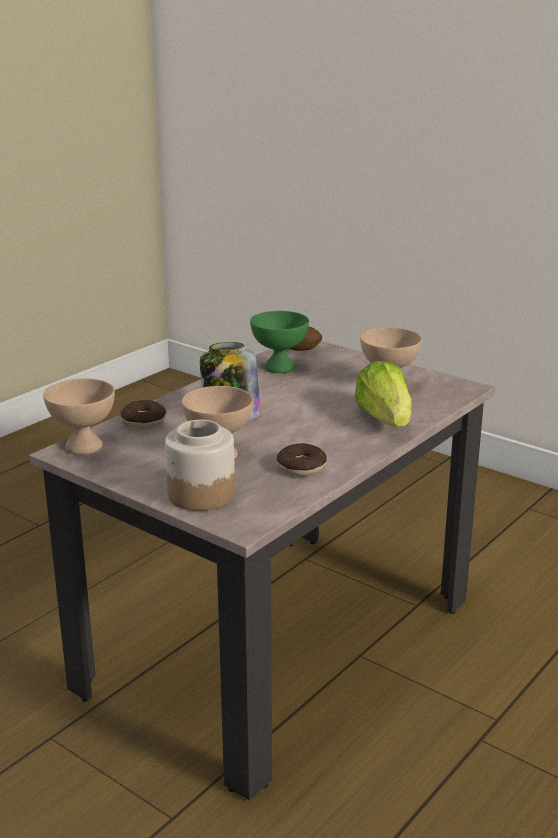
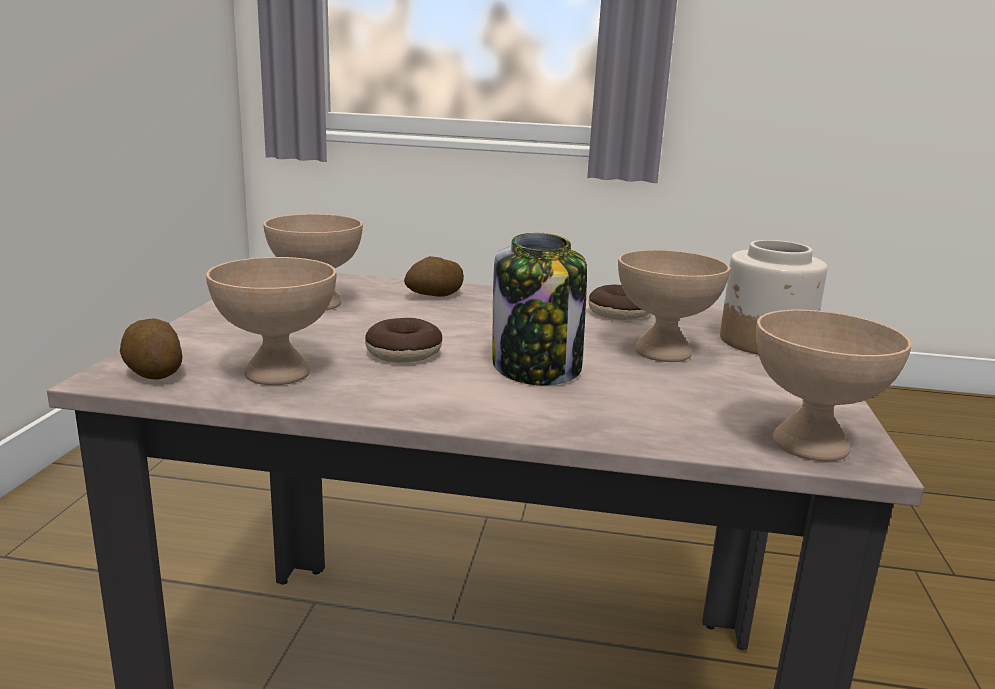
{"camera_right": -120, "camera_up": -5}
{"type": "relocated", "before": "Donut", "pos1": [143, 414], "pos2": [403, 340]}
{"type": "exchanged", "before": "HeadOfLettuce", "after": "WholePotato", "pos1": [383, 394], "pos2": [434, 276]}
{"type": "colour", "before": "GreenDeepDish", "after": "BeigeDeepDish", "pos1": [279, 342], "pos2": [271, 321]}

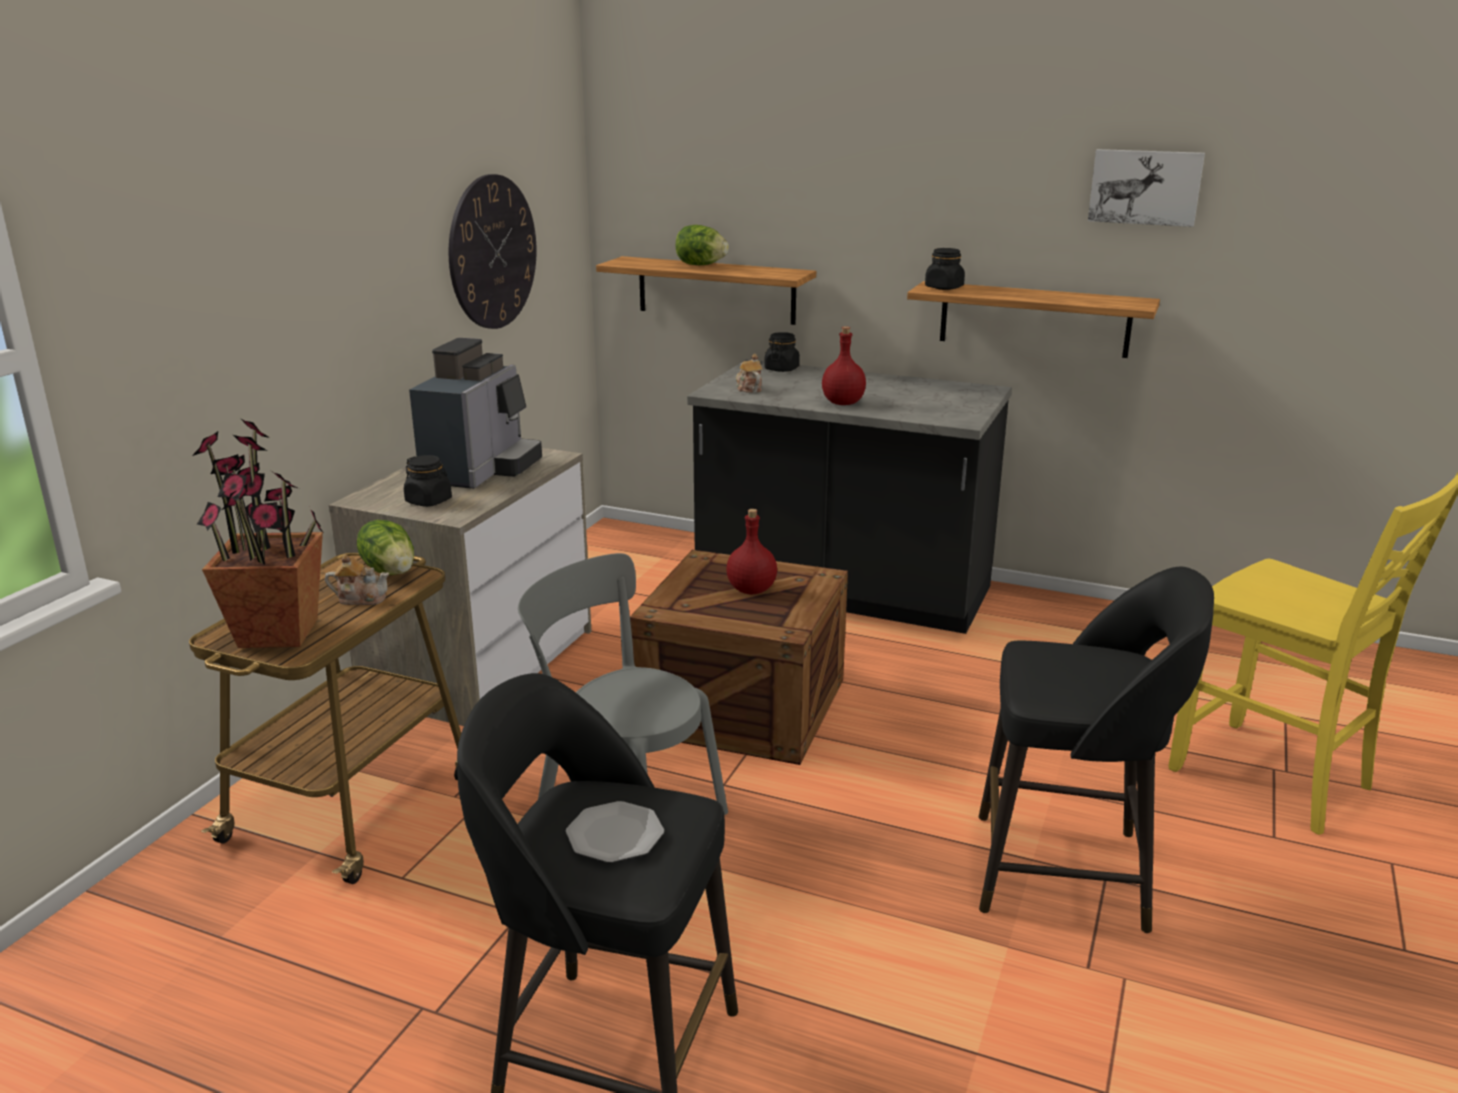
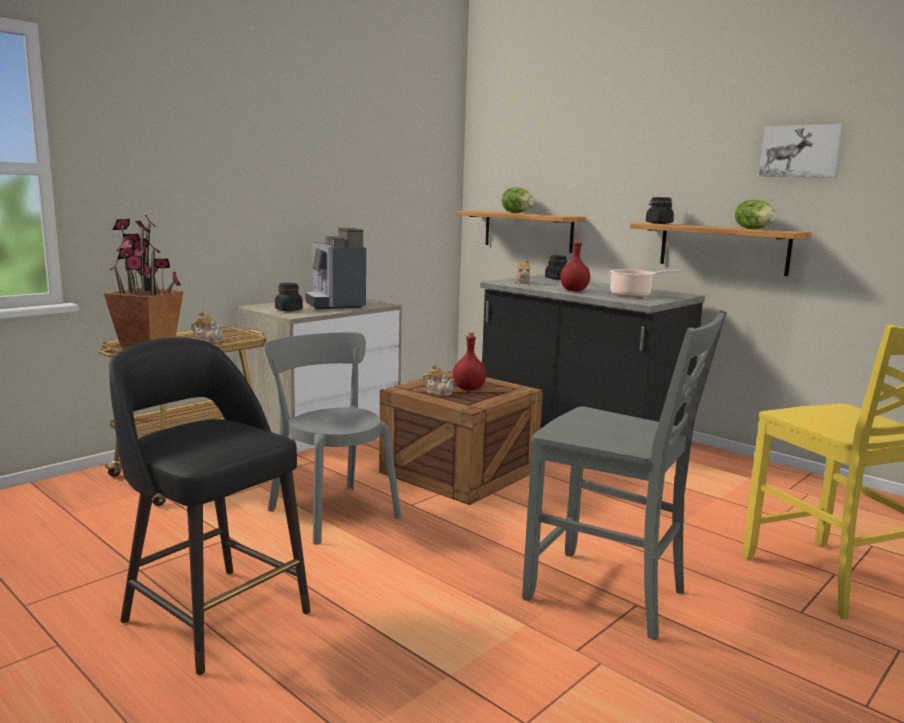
{"camera_right": 20, "camera_up": -10}
{"type": "missing", "before": "ClockOnTheWall", "pos1": [493, 251]}
{"type": "missing", "before": "DinnerPlate", "pos1": [615, 832]}
{"type": "appeared", "after": "TeaPot", "pos2": [438, 380]}
{"type": "appeared", "after": "Saucepot", "pos2": [644, 283]}
{"type": "relocated", "before": "HeadOfLettuce", "pos1": [385, 547], "pos2": [755, 214]}
{"type": "exchanged", "before": "BlackStool", "after": "GreyPlainChair", "pos1": [1096, 750], "pos2": [624, 475]}
{"type": "spun", "before": "CoffeeMaker", "pos1": [475, 413], "pos2": [335, 268], "turn": 120}

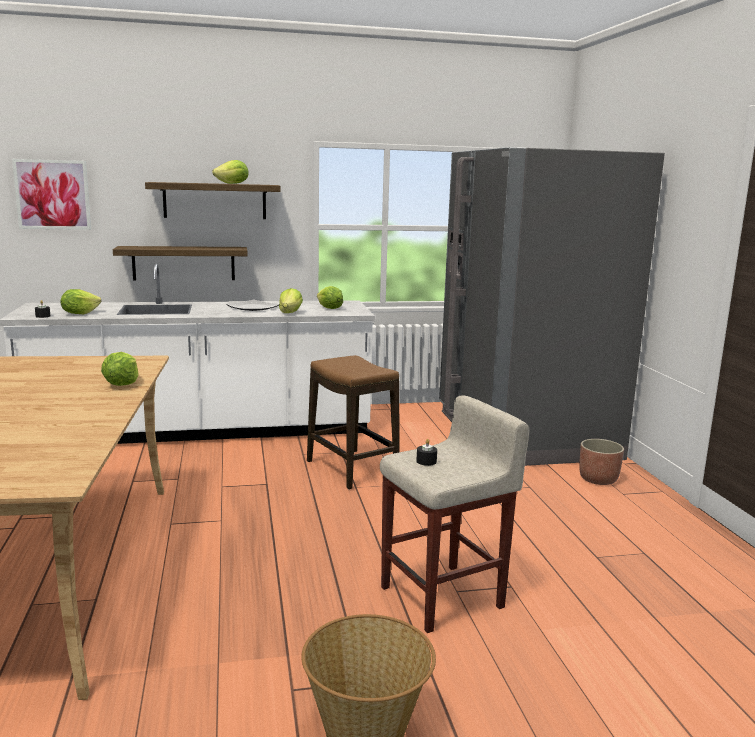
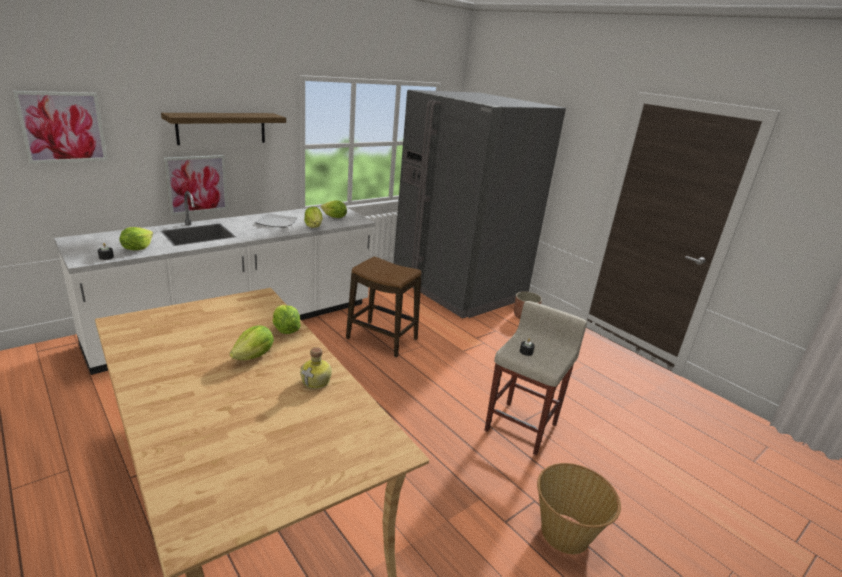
{"camera_right": -30, "camera_up": 10}
{"type": "appeared", "after": "BeverageBottle", "pos2": [316, 368]}
{"type": "relocated", "before": "HeadOfLettuce", "pos1": [230, 172], "pos2": [252, 342]}
{"type": "exchanged", "before": "Shelf", "after": "WallArt", "pos1": [180, 263], "pos2": [196, 185]}

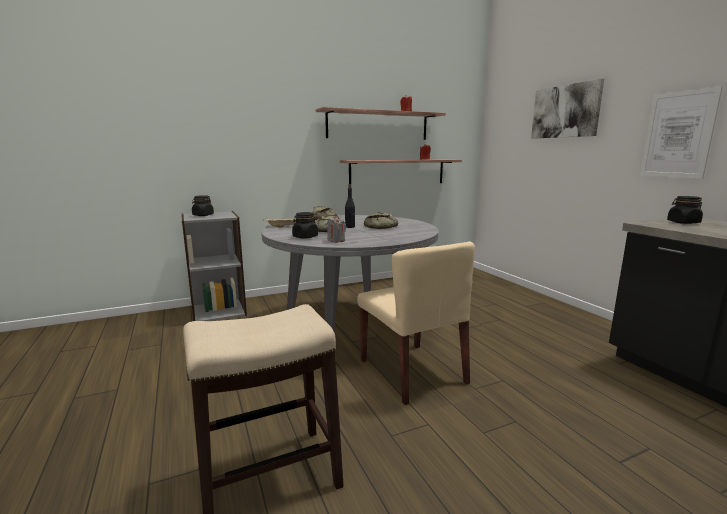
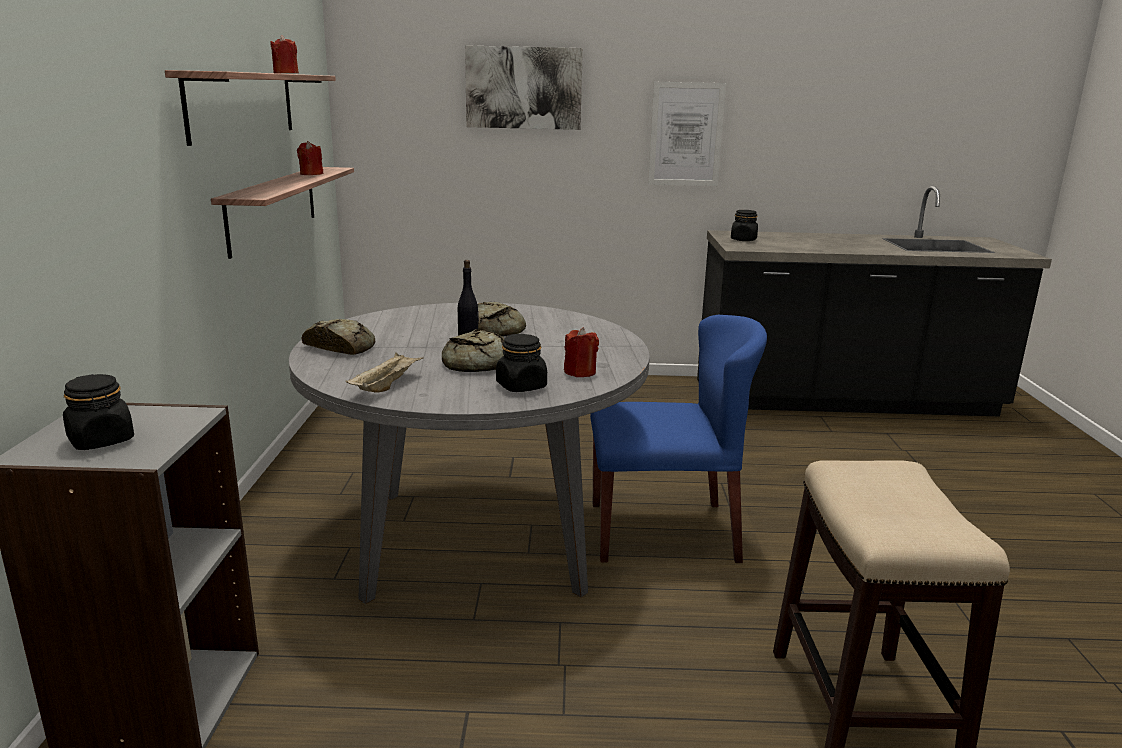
{"camera_right": -65, "camera_up": 5}
{"type": "colour", "before": "GreyWaxLight", "after": "ReddishWaxLight", "pos1": [336, 229], "pos2": [581, 352]}
{"type": "colour", "before": "BeigePlainChair", "after": "BluePlainChair", "pos1": [416, 323], "pos2": [678, 439]}

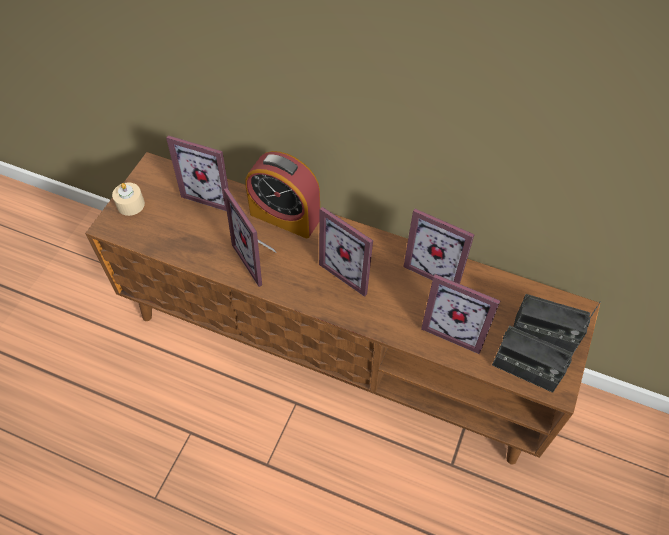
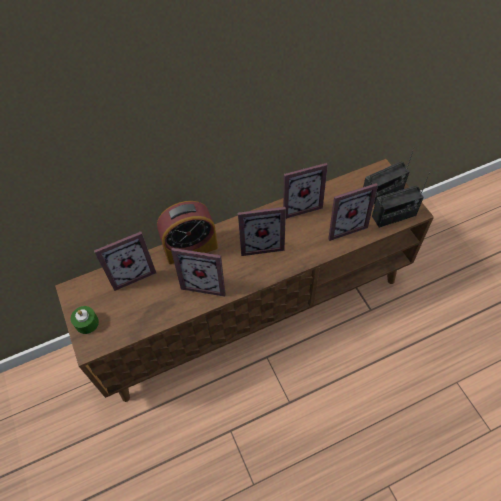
{"camera_right": -45, "camera_up": 0}
{"type": "colour", "before": "BeigeWaxLight", "after": "GreenWaxLight", "pos1": [128, 199], "pos2": [85, 320]}

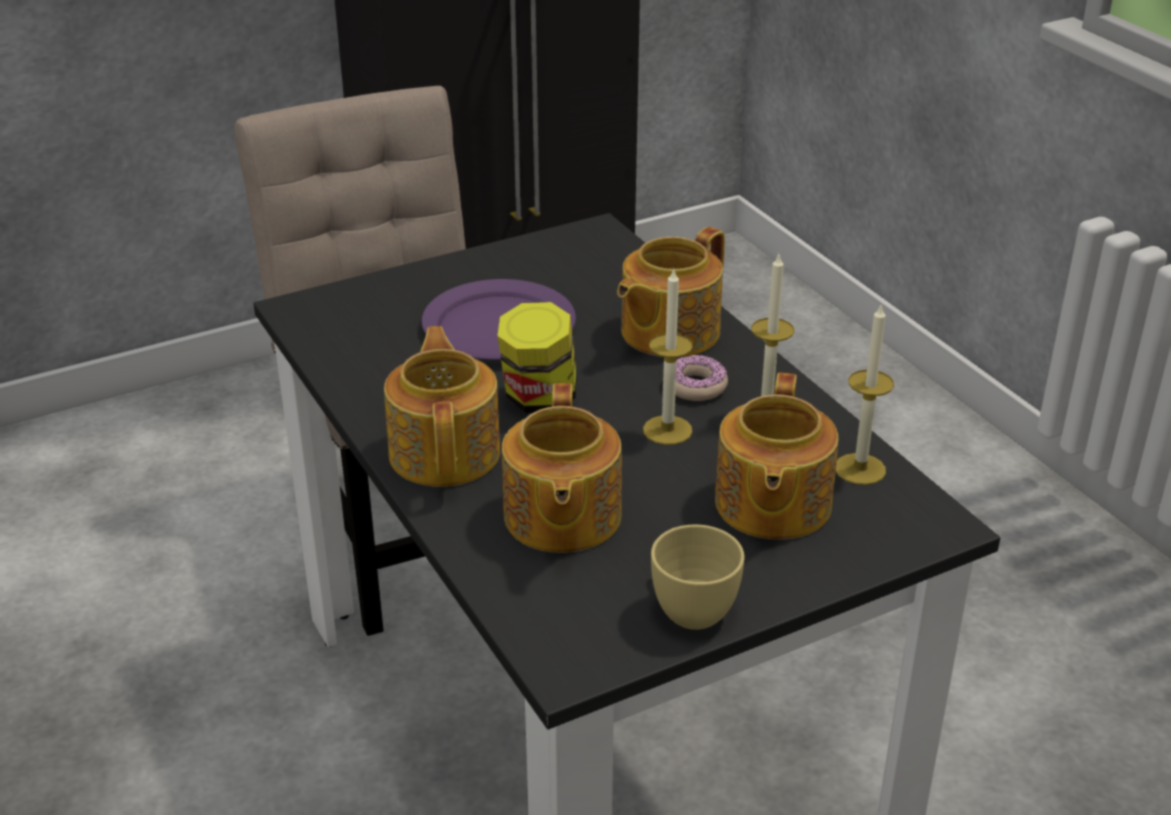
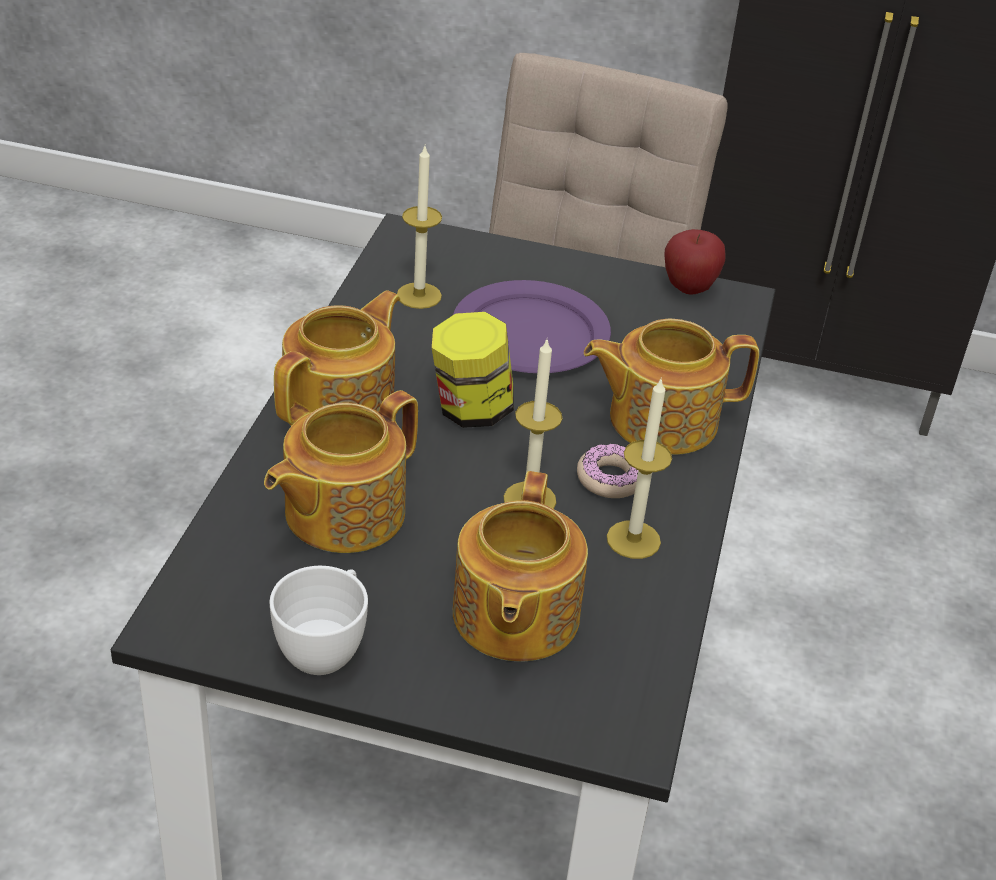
{"camera_right": 40, "camera_up": 5}
{"type": "appeared", "after": "WholeApple", "pos2": [695, 262]}
{"type": "relocated", "before": "WaxLight", "pos1": [865, 394], "pos2": [419, 227]}
{"type": "colour", "before": "YellowColouredDrinkingCup", "after": "WhiteColouredDrinkingCup", "pos1": [698, 577], "pos2": [319, 620]}
{"type": "spun", "before": "TeaPot", "pos1": [776, 456], "pos2": [520, 566], "turn": -45}

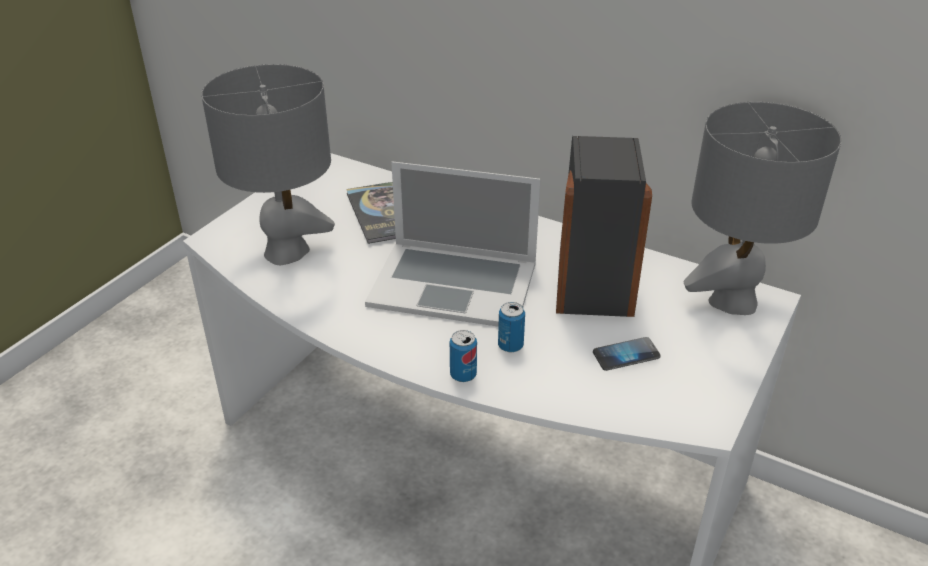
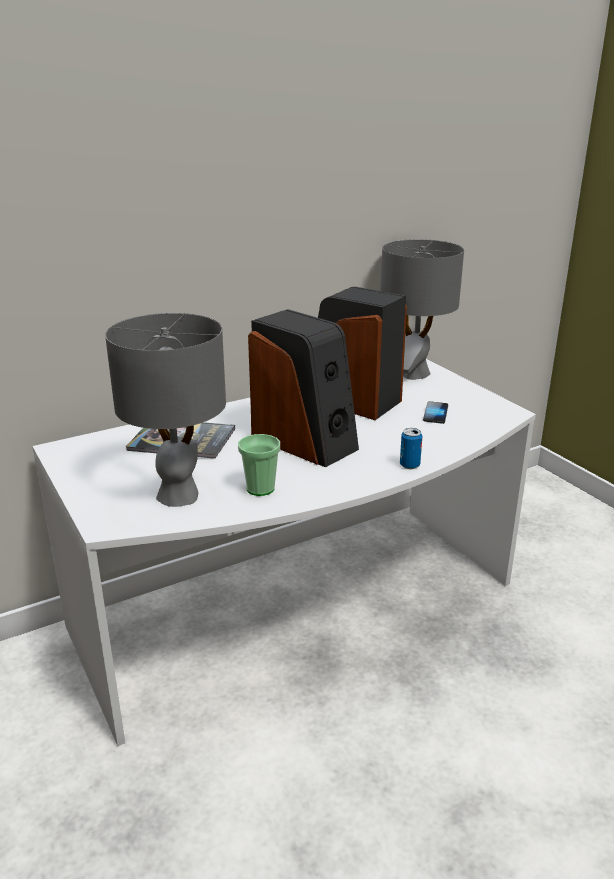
{"camera_right": -60, "camera_up": -10}
{"type": "missing", "before": "MetalCan", "pos1": [511, 327]}
{"type": "appeared", "after": "DrinkingCup", "pos2": [259, 465]}
{"type": "exchanged", "before": "NotebookComputer", "after": "Loudspeaker", "pos1": [453, 244], "pos2": [303, 388]}

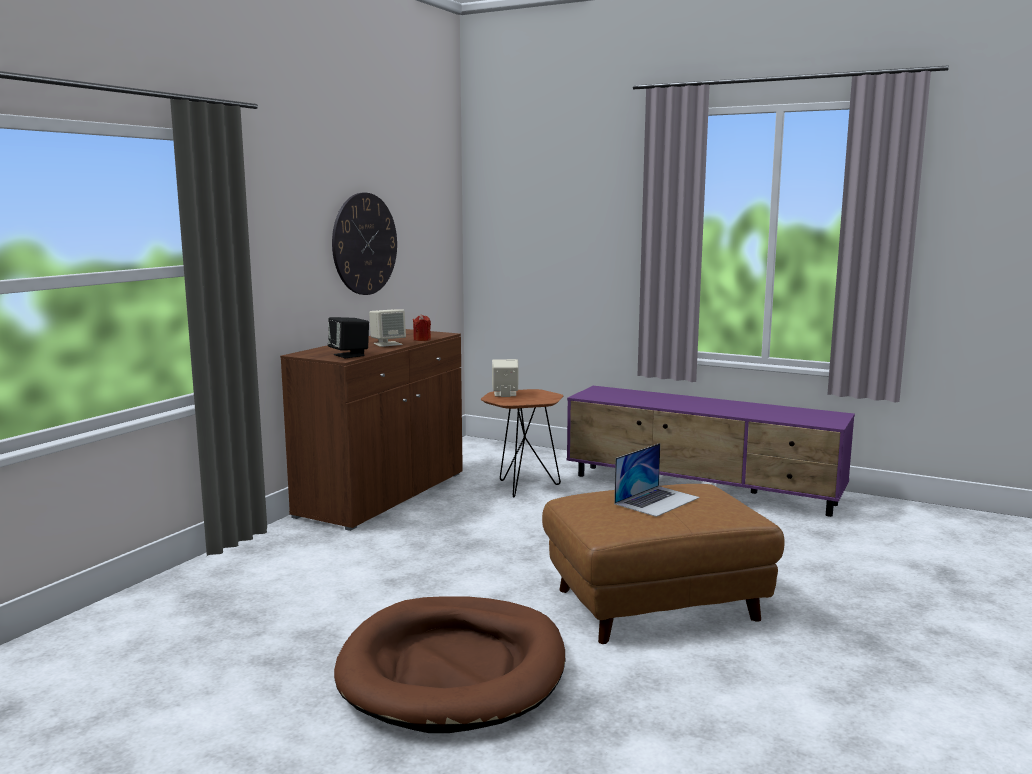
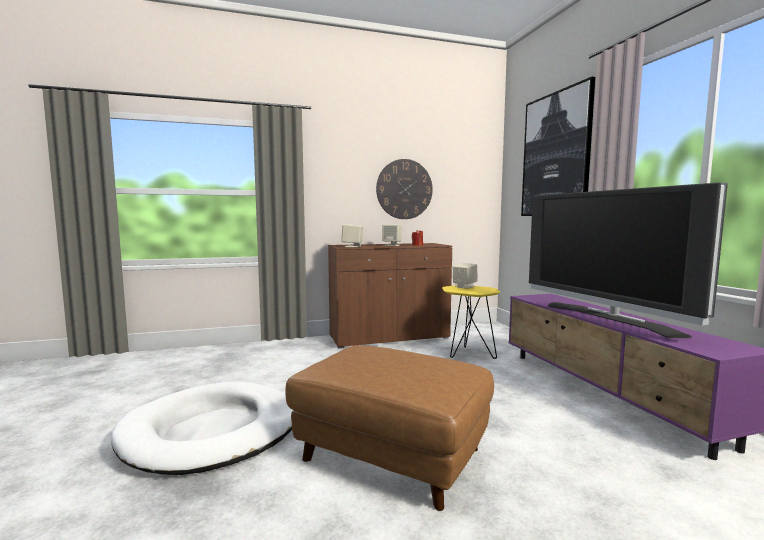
{"camera_right": 45, "camera_up": -5}
{"type": "missing", "before": "NotebookComputer", "pos1": [657, 480]}
{"type": "appeared", "after": "WallArt", "pos2": [558, 146]}
{"type": "appeared", "after": "TvSet", "pos2": [628, 260]}
{"type": "colour", "before": "BlackLoudspeaker", "after": "BeigeLoudspeaker", "pos1": [348, 337], "pos2": [352, 235]}
{"type": "colour", "before": "BrownishPetBed", "after": "WhiteColouredPetBed", "pos1": [449, 664], "pos2": [202, 428]}
{"type": "colour", "before": "BrownishSideTable", "after": "YellowColouredSideTable", "pos1": [522, 443], "pos2": [471, 322]}

